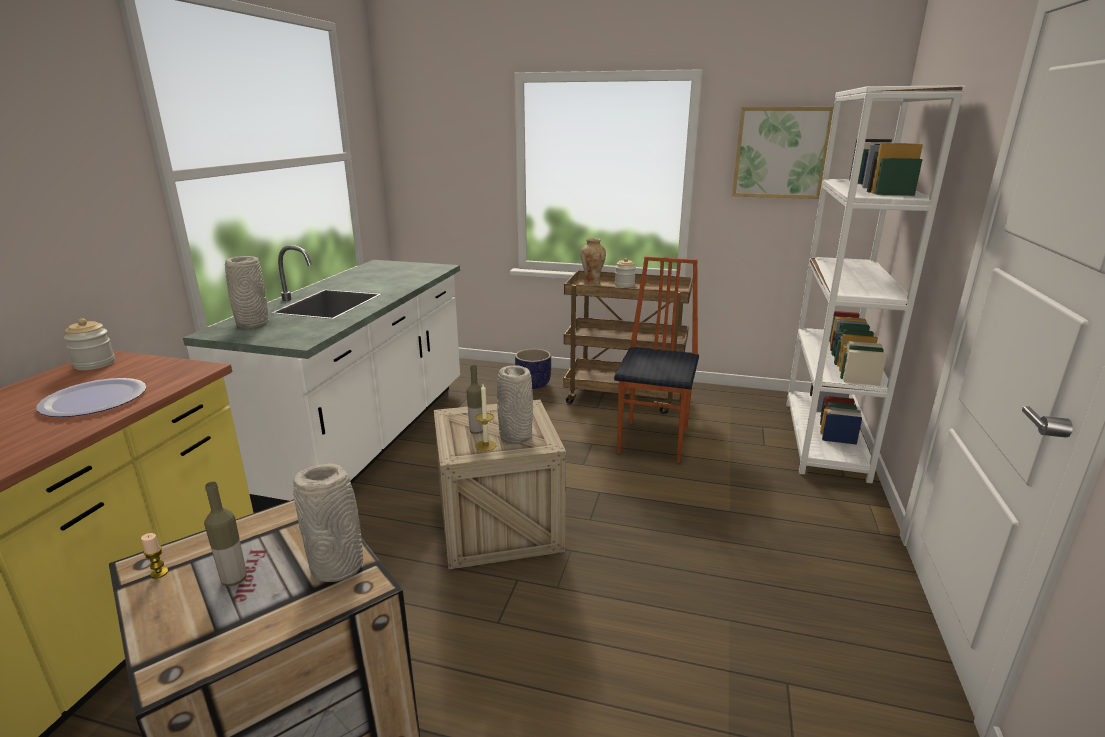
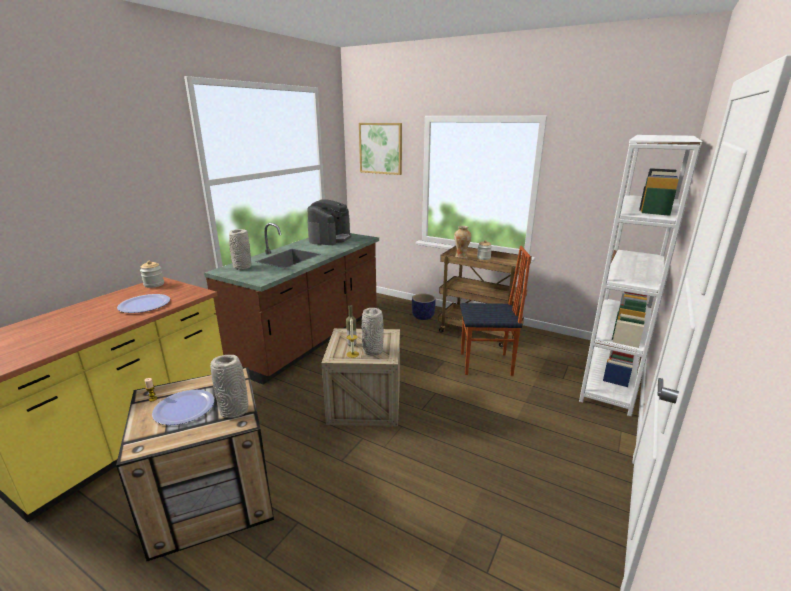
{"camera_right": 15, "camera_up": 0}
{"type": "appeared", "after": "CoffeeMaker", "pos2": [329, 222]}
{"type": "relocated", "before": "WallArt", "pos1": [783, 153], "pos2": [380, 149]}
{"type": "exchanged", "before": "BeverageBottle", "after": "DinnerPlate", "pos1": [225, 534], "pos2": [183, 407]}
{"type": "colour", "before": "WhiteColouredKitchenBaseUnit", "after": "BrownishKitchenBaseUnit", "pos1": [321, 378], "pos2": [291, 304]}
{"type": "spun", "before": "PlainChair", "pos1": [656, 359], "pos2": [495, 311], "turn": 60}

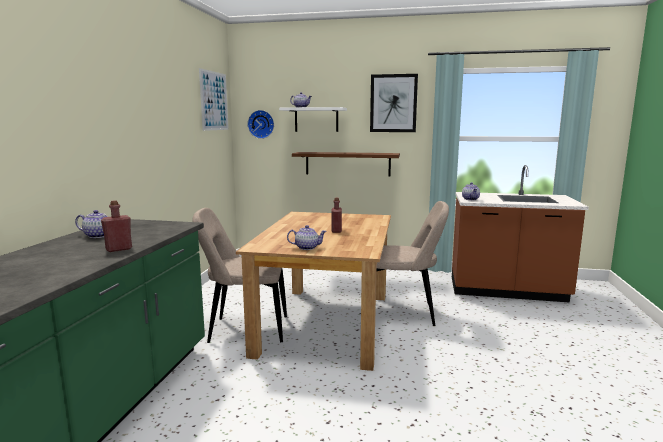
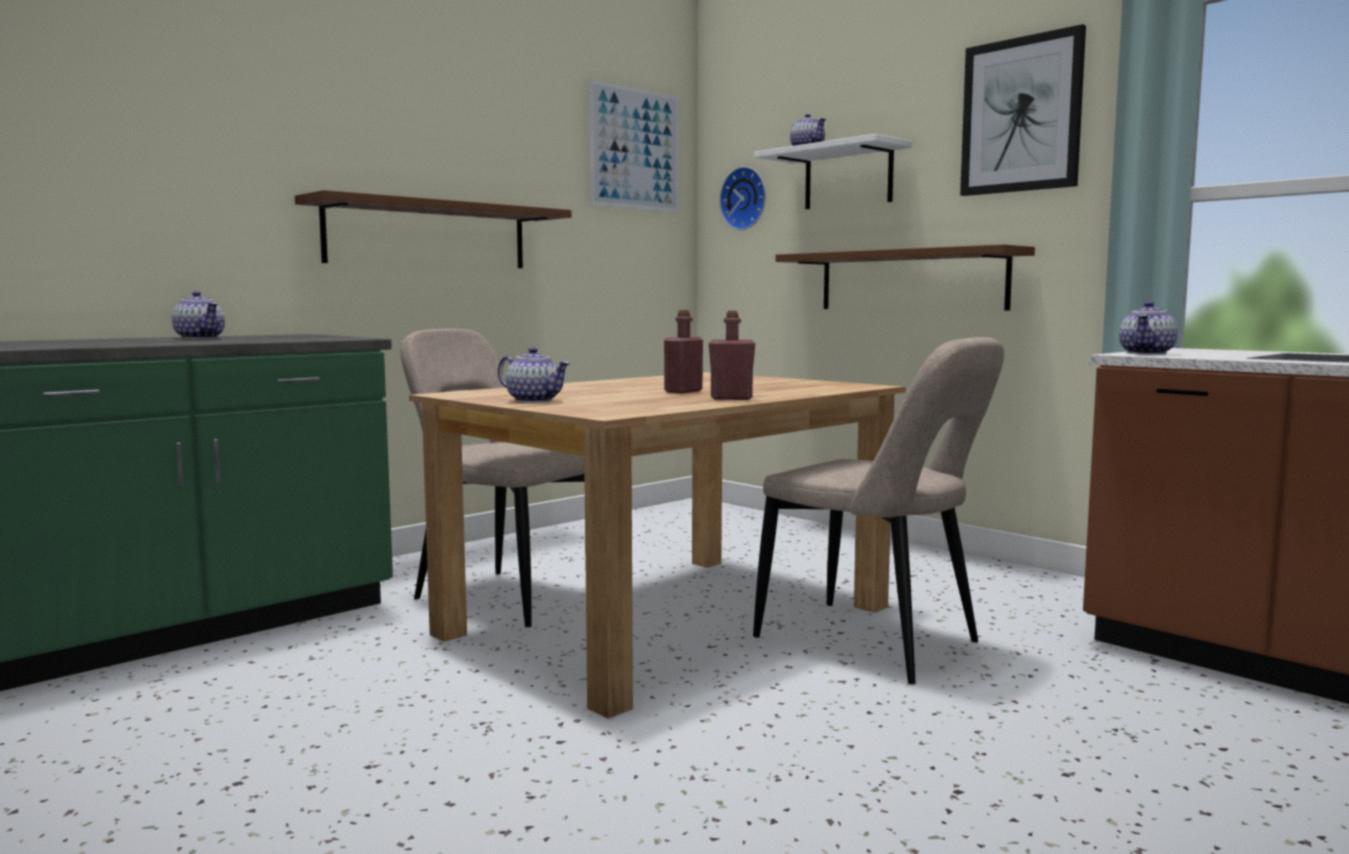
{"camera_right": 35, "camera_up": -5}
{"type": "appeared", "after": "BrownishShelf", "pos2": [433, 229]}
{"type": "relocated", "before": "ReddishBeverageBottle", "pos1": [116, 226], "pos2": [732, 355]}

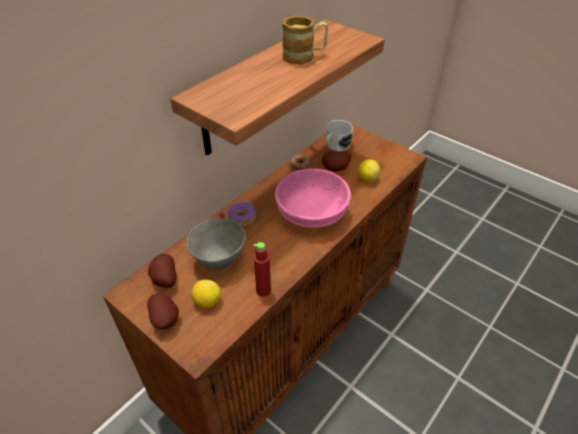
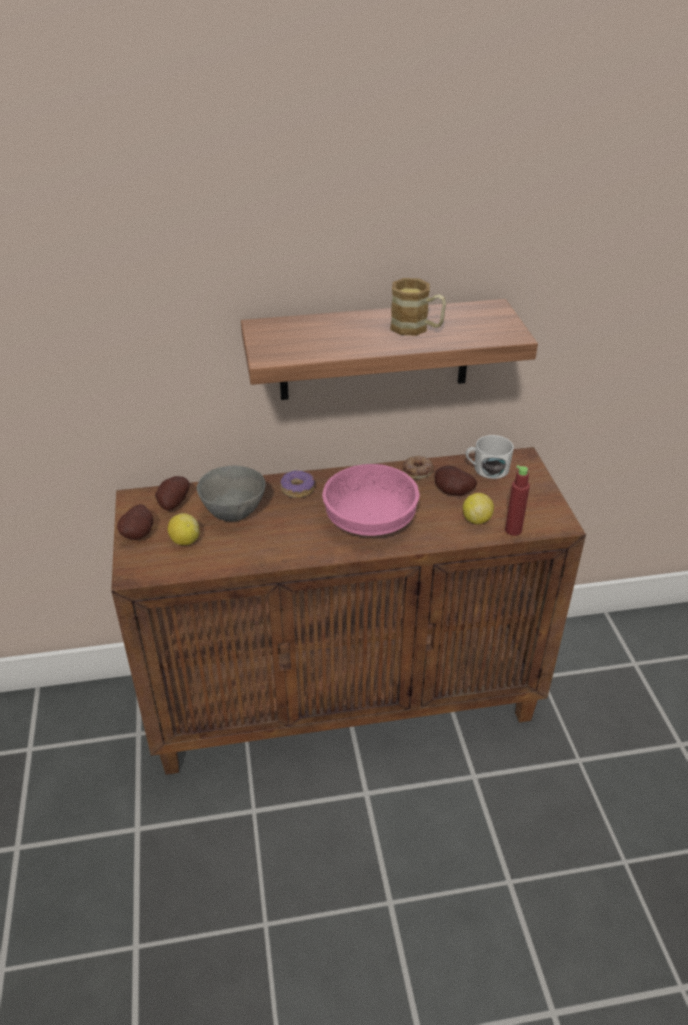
{"camera_right": 40, "camera_up": -5}
{"type": "relocated", "before": "ReddishBeverageBottle", "pos1": [262, 269], "pos2": [517, 500]}

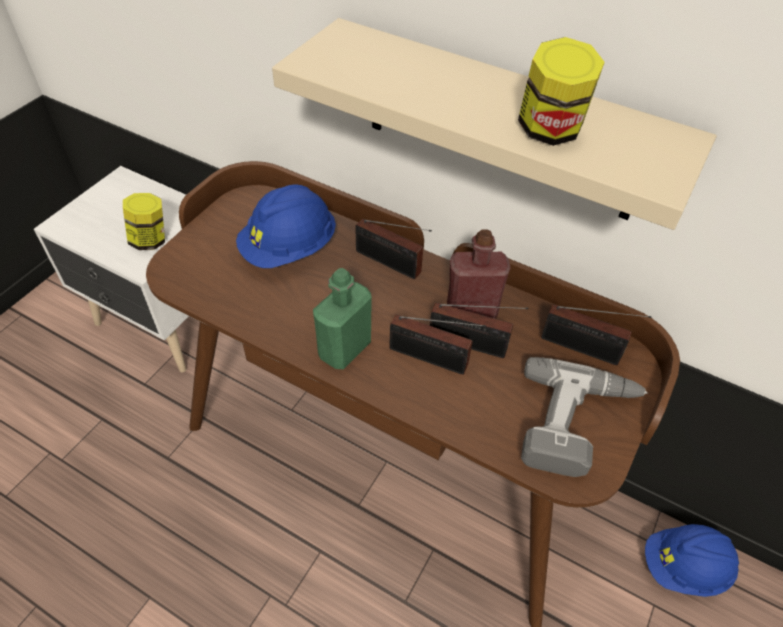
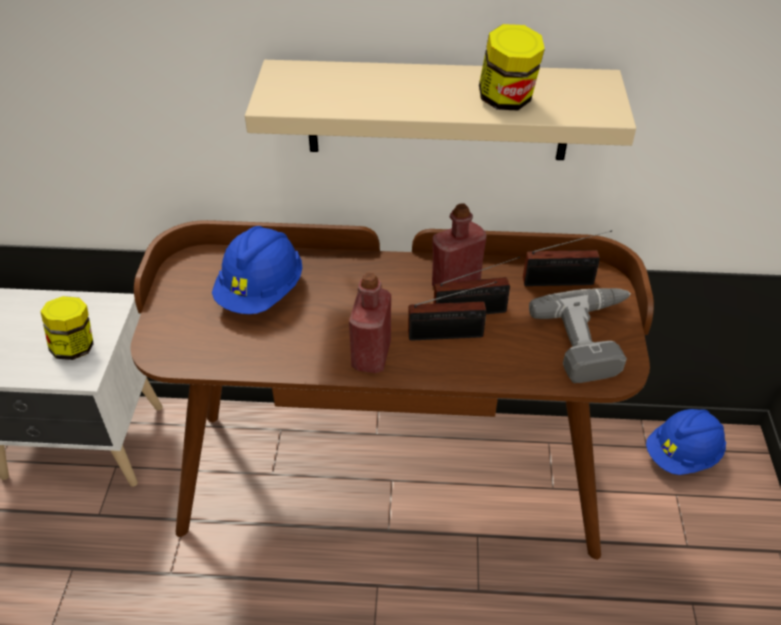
{"camera_right": -25, "camera_up": -5}
{"type": "missing", "before": "RadioReceiver", "pos1": [393, 249]}
{"type": "colour", "before": "GreenBeverageBottle", "after": "ReddishBeverageBottle", "pos1": [342, 318], "pos2": [370, 322]}

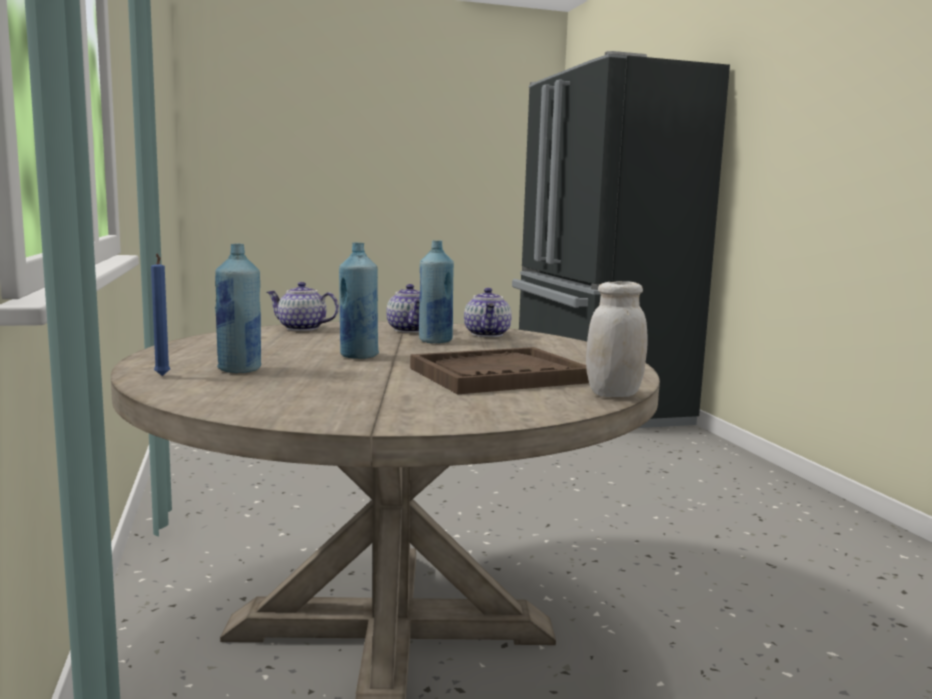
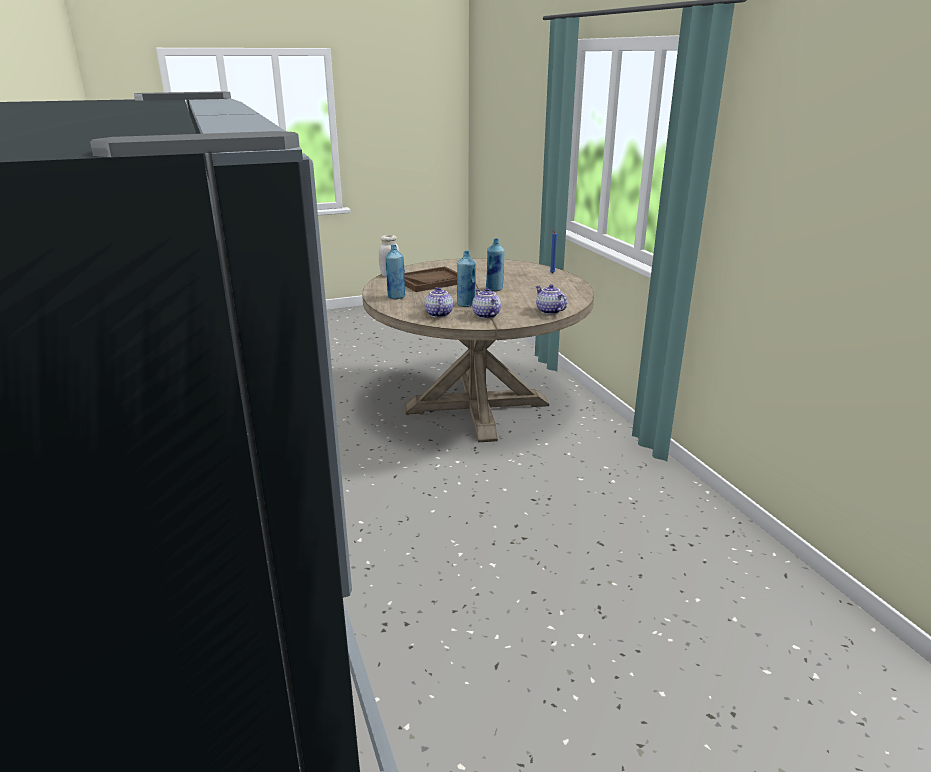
{"camera_right": 175, "camera_up": 15}
{"type": "relocated", "before": "BlueBeverageBottle", "pos1": [238, 308], "pos2": [395, 272]}
{"type": "spun", "before": "TeaPot", "pos1": [303, 306], "pos2": [551, 299], "turn": -135}

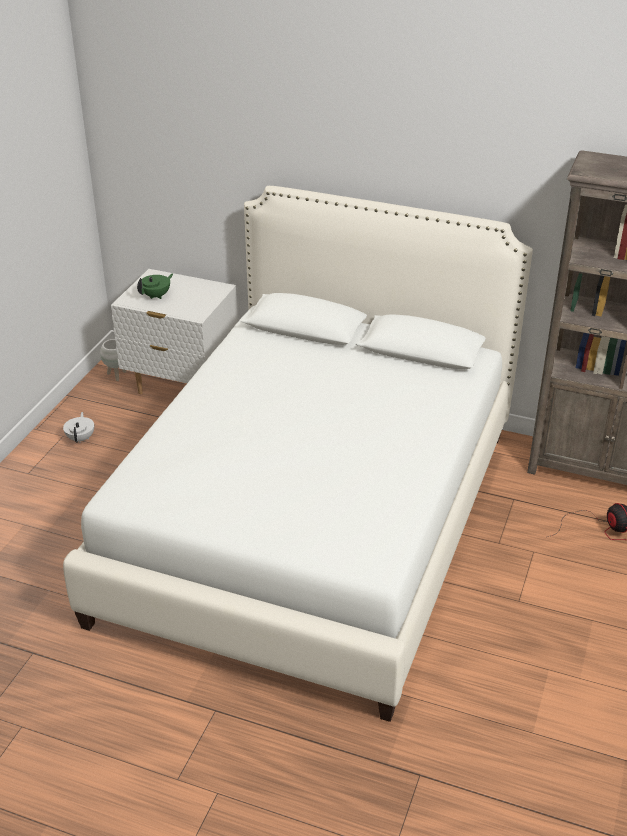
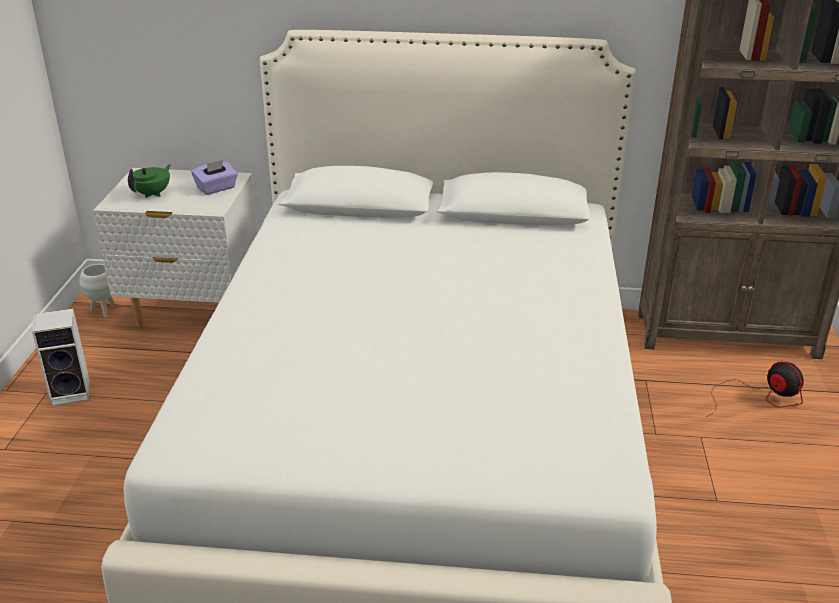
{"camera_right": -15, "camera_up": -5}
{"type": "appeared", "after": "PurpleColouredTissueHolder", "pos2": [214, 177]}
{"type": "exchanged", "before": "WhiteColouredTeaPot", "after": "Loudspeaker", "pos1": [78, 427], "pos2": [61, 357]}

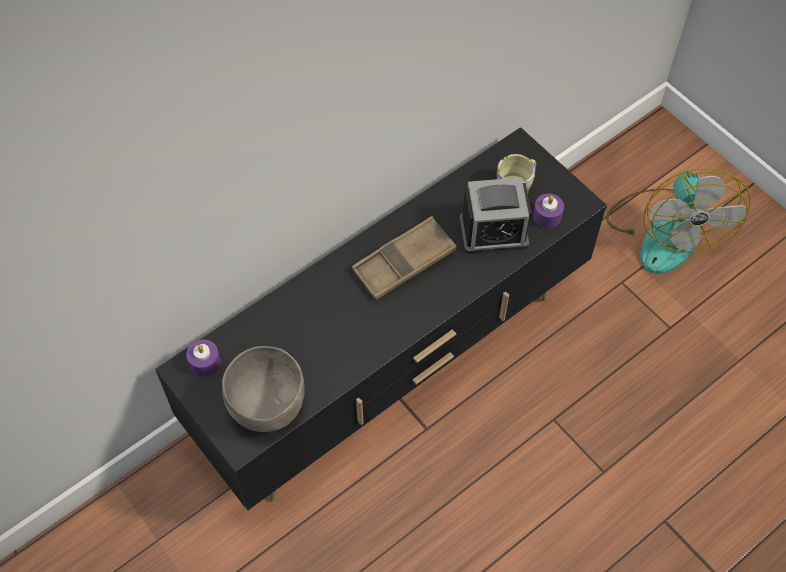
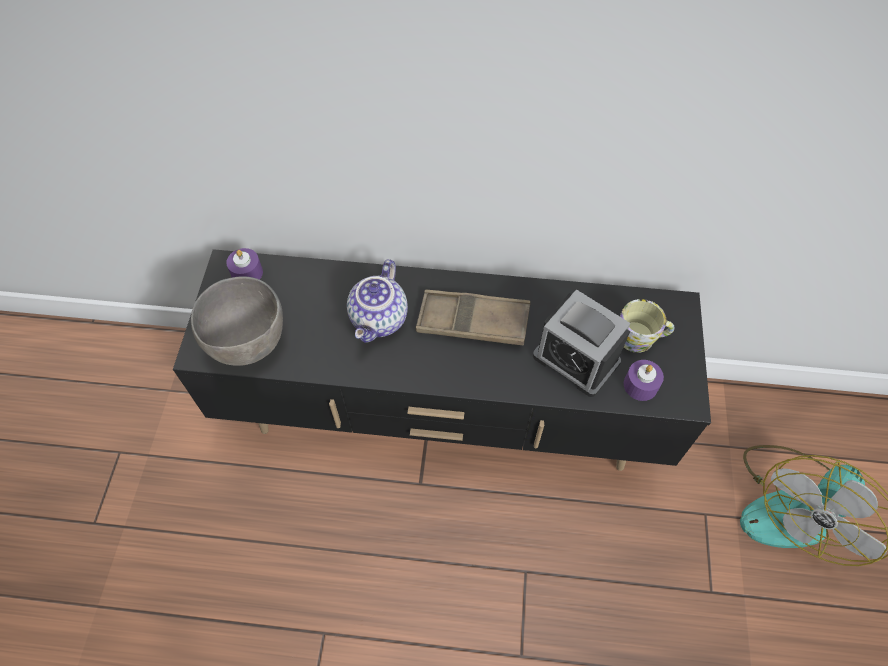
{"camera_right": 45, "camera_up": 0}
{"type": "appeared", "after": "TeaPot", "pos2": [377, 301]}

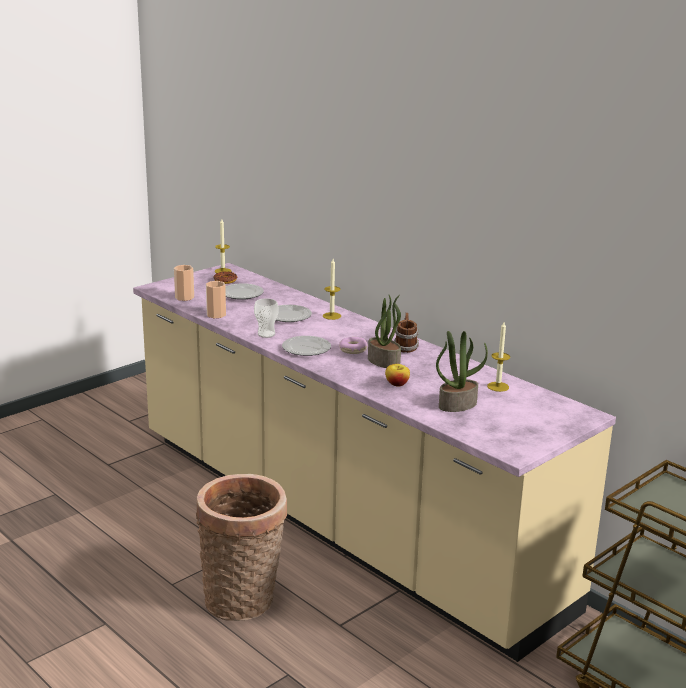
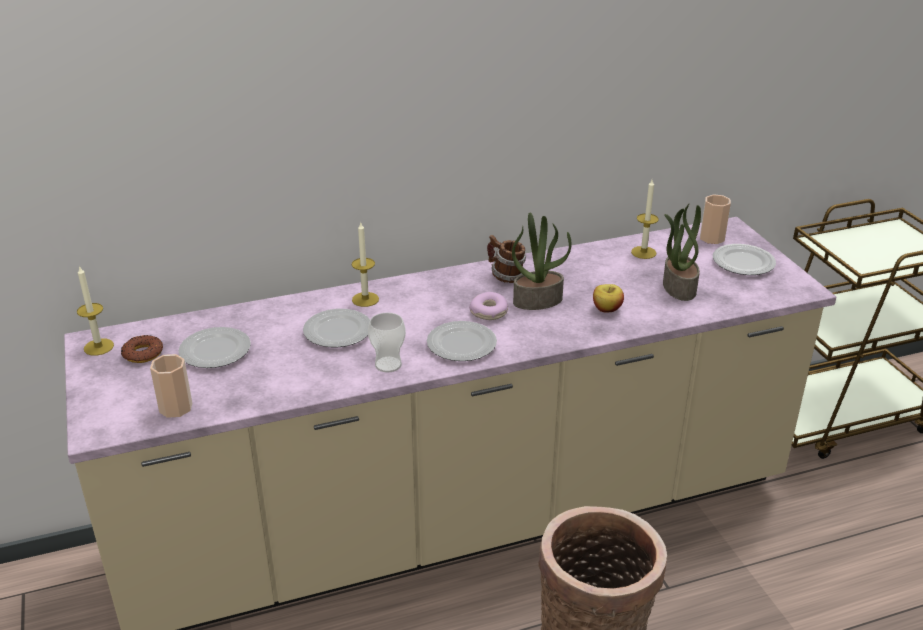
{"camera_right": -65, "camera_up": 10}
{"type": "appeared", "after": "DinnerPlate", "pos2": [744, 259]}
{"type": "relocated", "before": "DrinkingCup", "pos1": [216, 299], "pos2": [715, 219]}

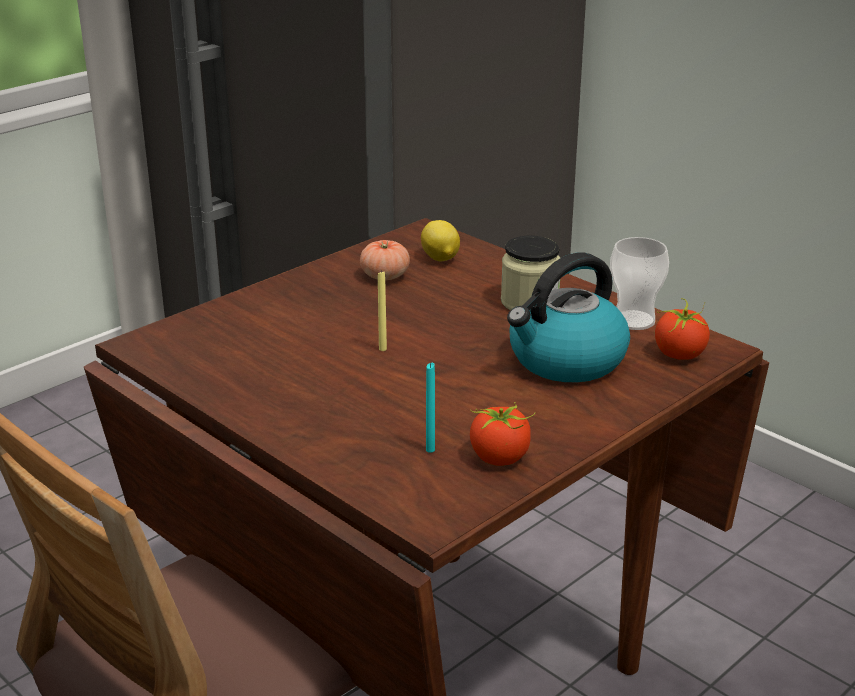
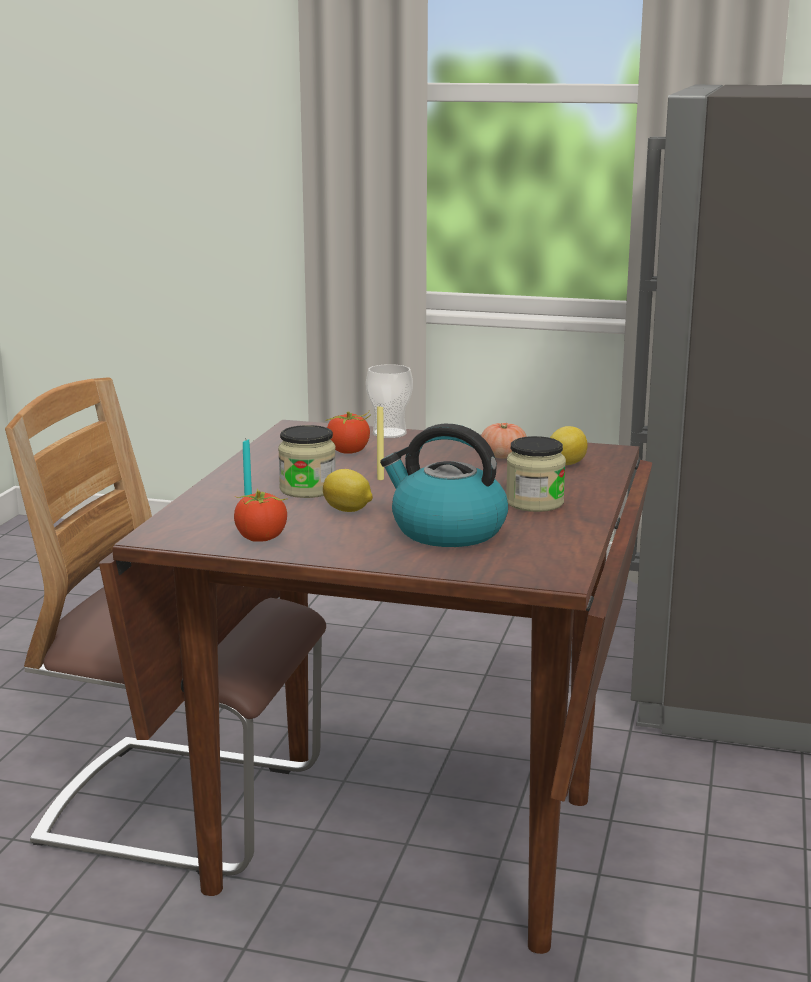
{"camera_right": 60, "camera_up": -10}
{"type": "appeared", "after": "Jar", "pos2": [307, 461]}
{"type": "appeared", "after": "CitrusFruit", "pos2": [348, 490]}
{"type": "relocated", "before": "DrinkingCup", "pos1": [639, 283], "pos2": [389, 401]}
{"type": "relocated", "before": "FreshTomato", "pos1": [682, 329], "pos2": [348, 432]}

